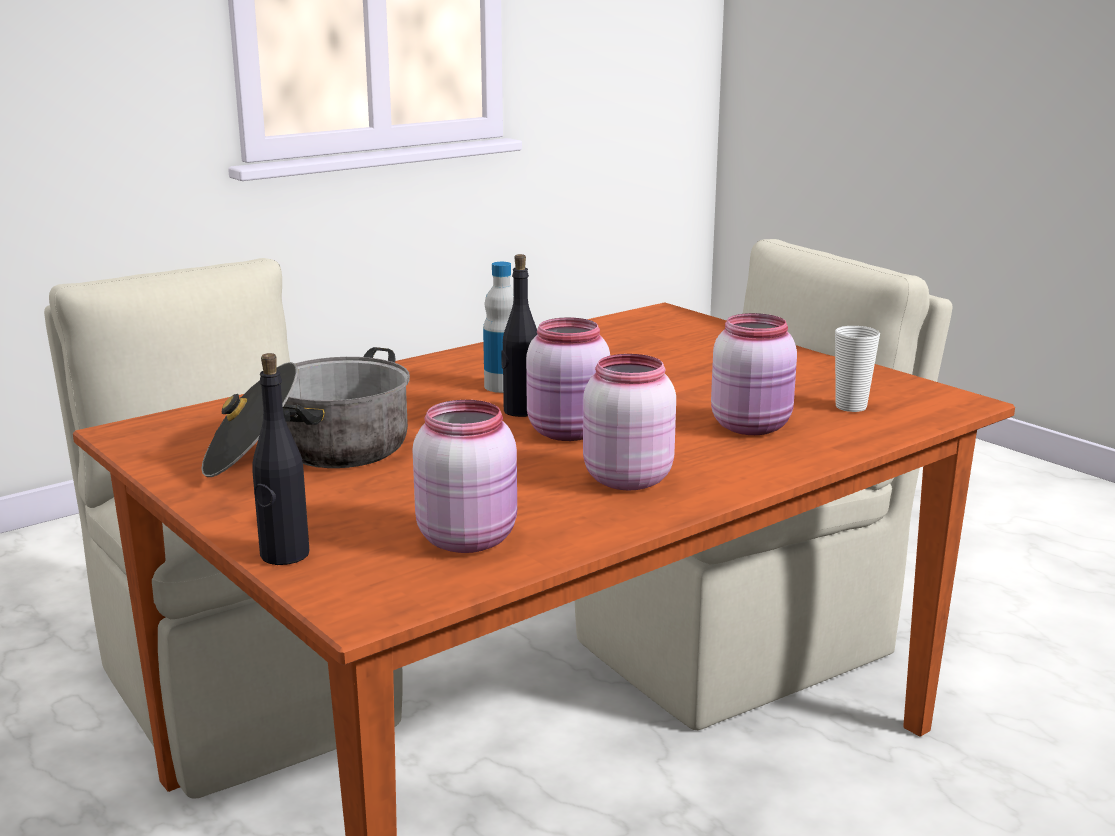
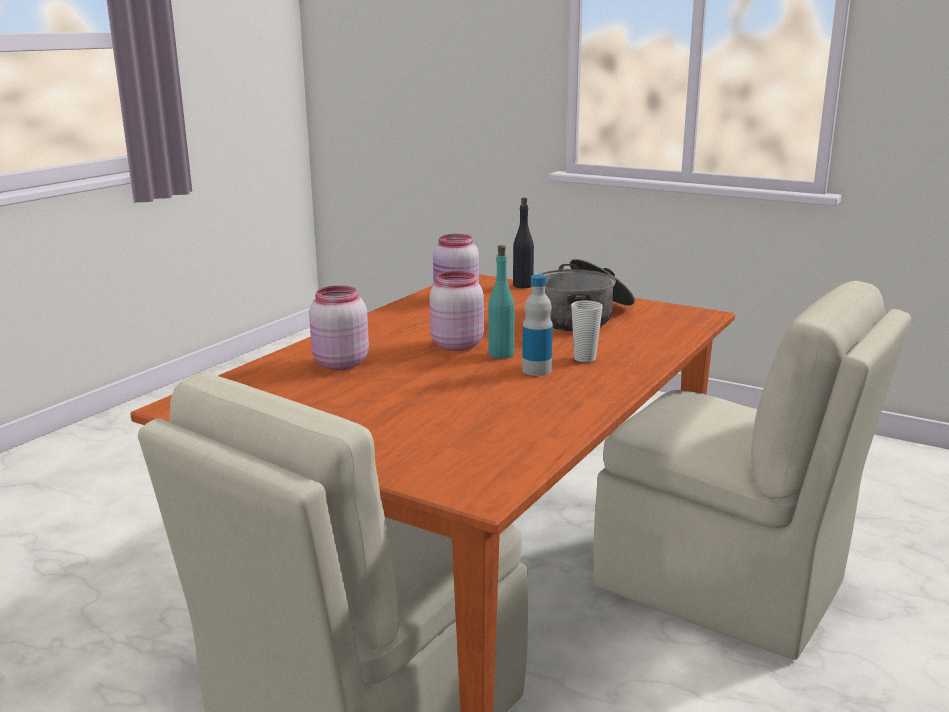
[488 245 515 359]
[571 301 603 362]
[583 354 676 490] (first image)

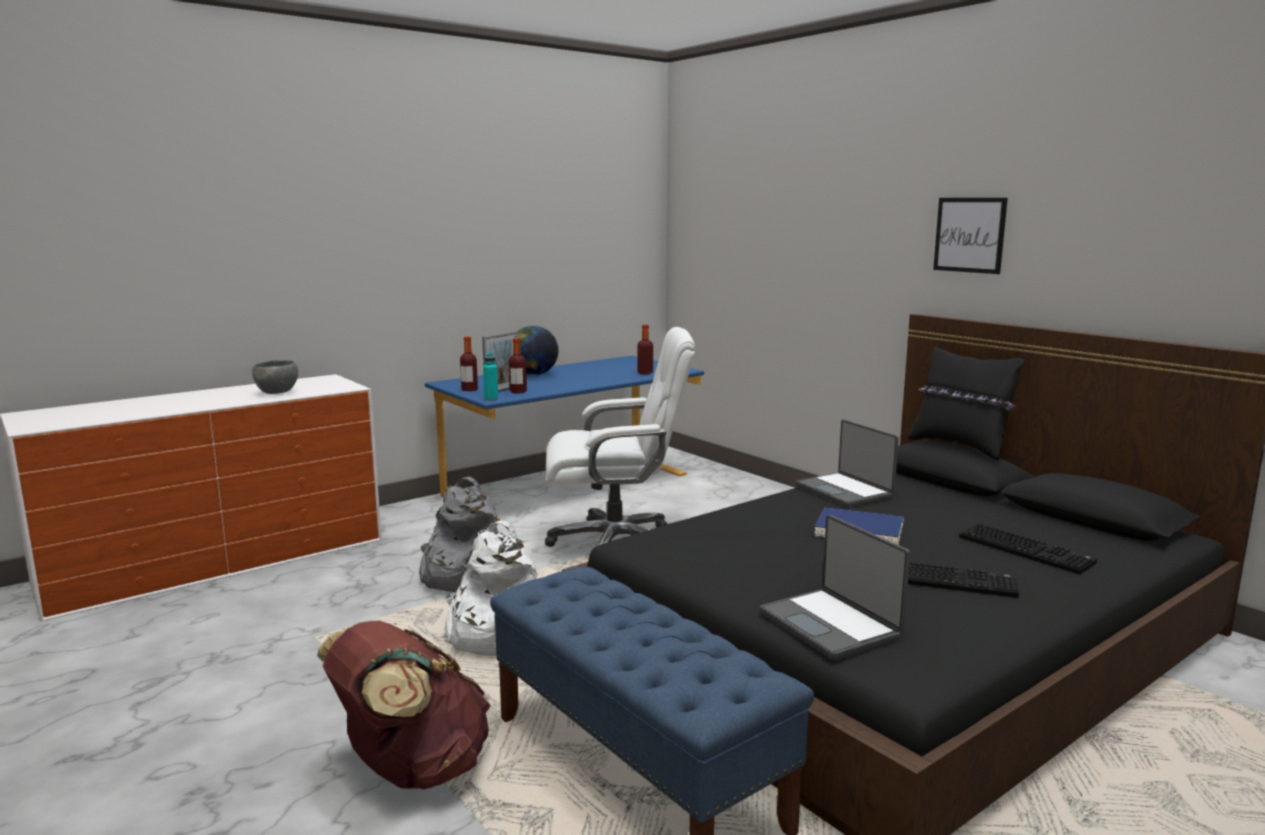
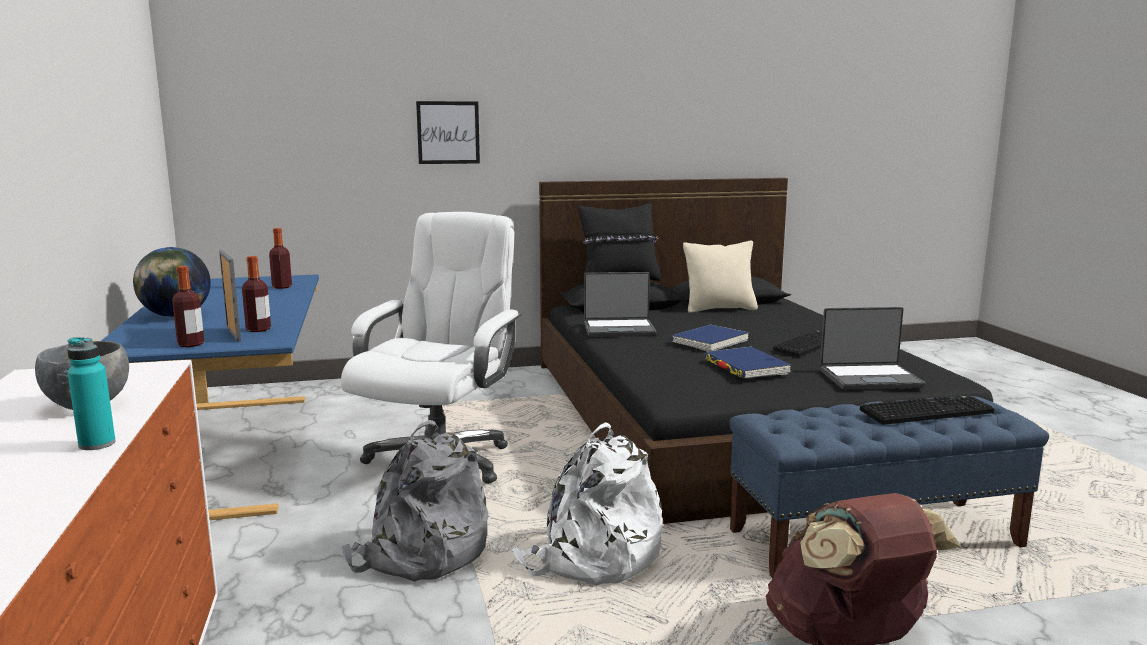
[67 337 116 450]
[416 101 480 164]
[683 241 758 313]
[705 347 791 379]
[860 395 994 425]

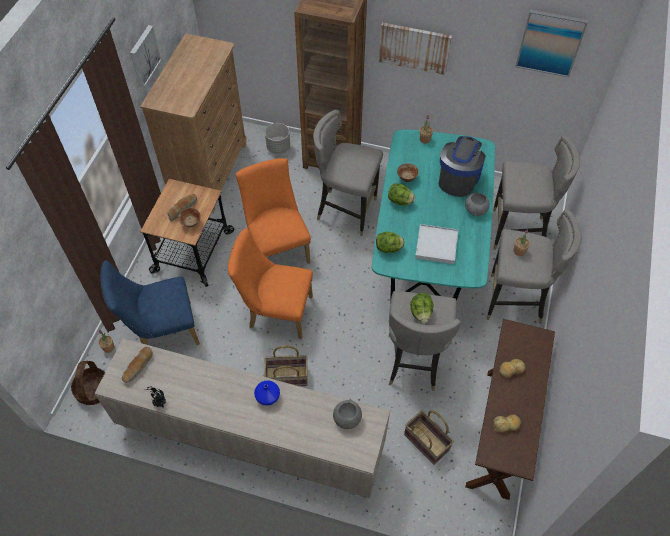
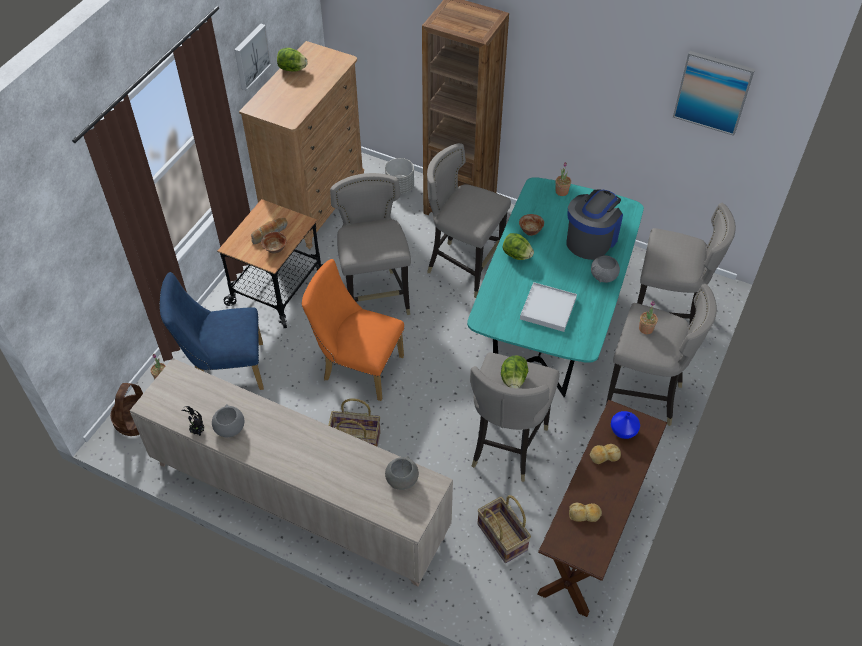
[212 404 244 437]
[277 48 307 72]
[330 173 411 315]
[611 411 640 439]
[122 347 153 383] (first image)
[379 23 452 75] (first image)

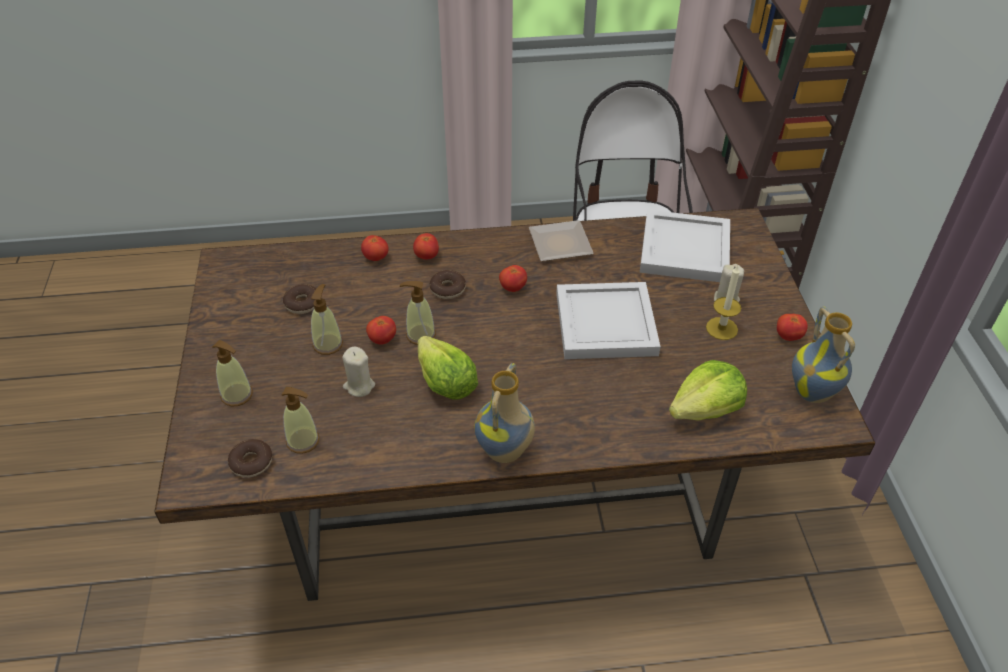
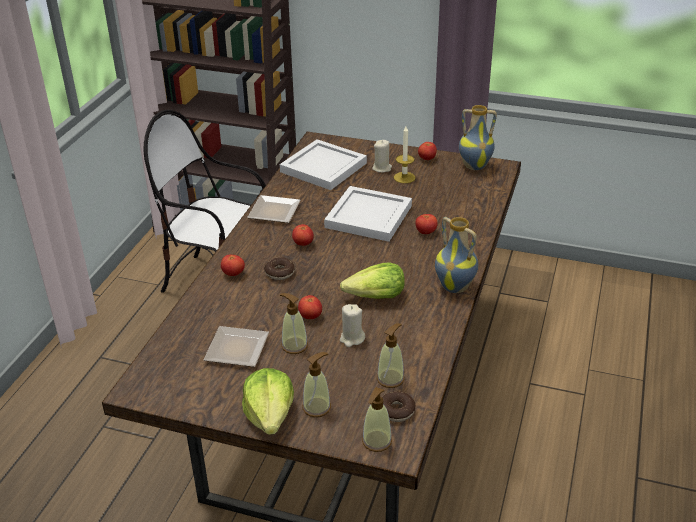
[203 326 269 367]
[242 368 294 435]
[362 387 392 452]
[415 214 438 234]

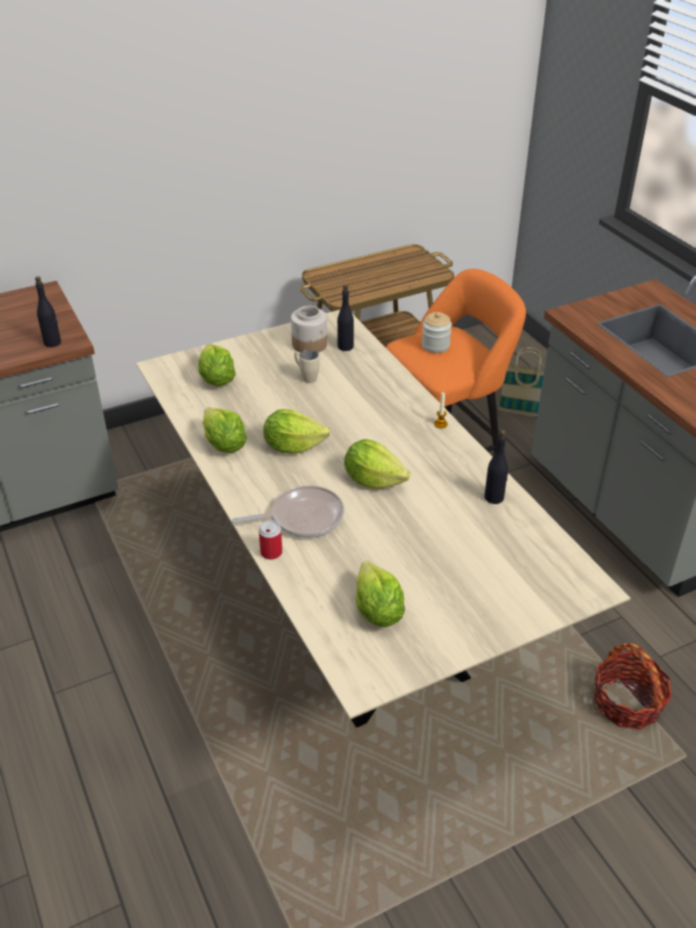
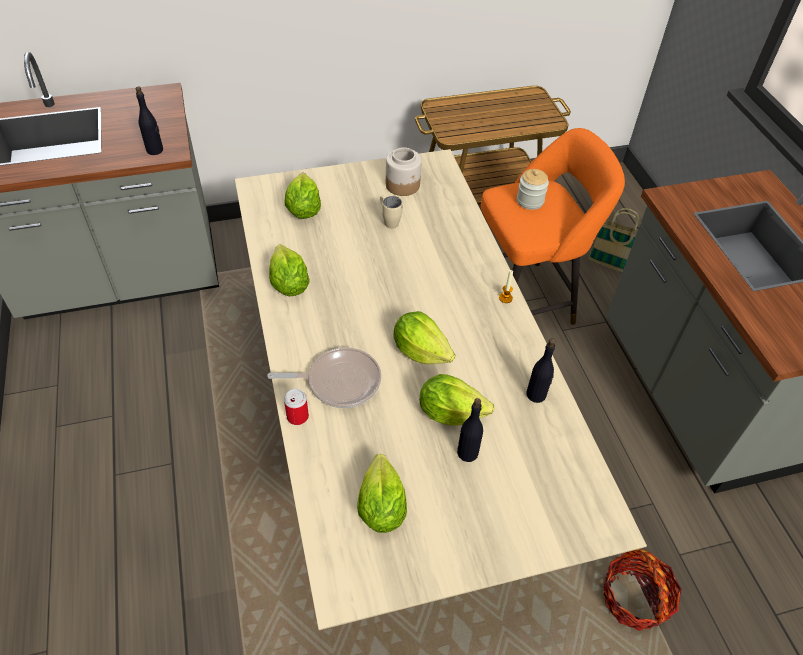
[420 374 494 426]
[457 398 483 462]

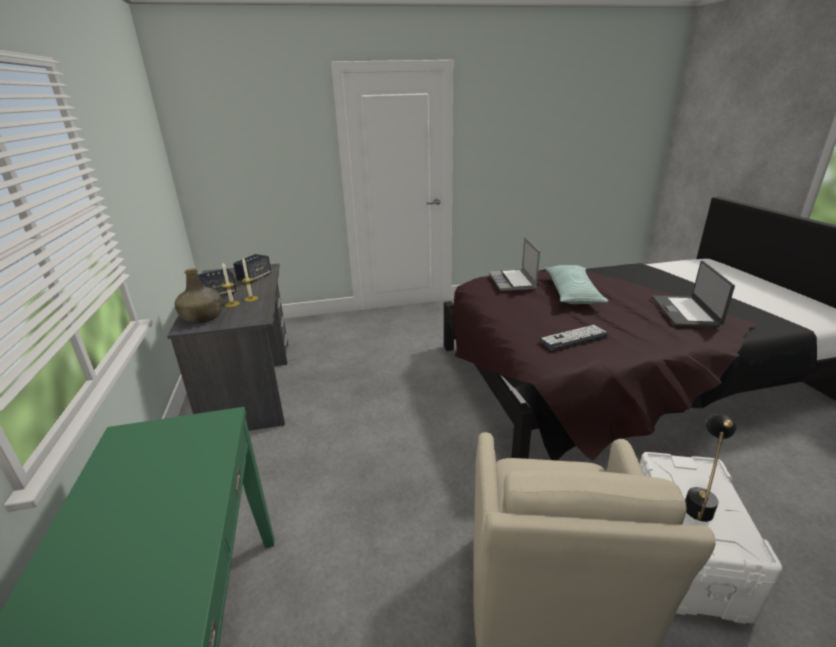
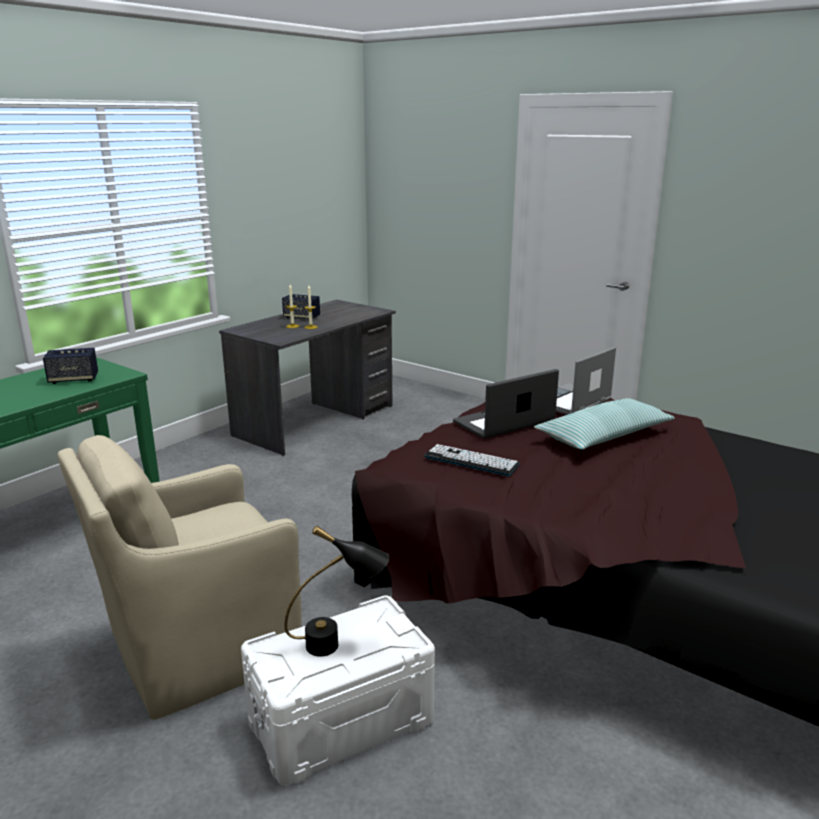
[43 348 98 384]
[453 369 559 439]
[174 268 222 323] (first image)

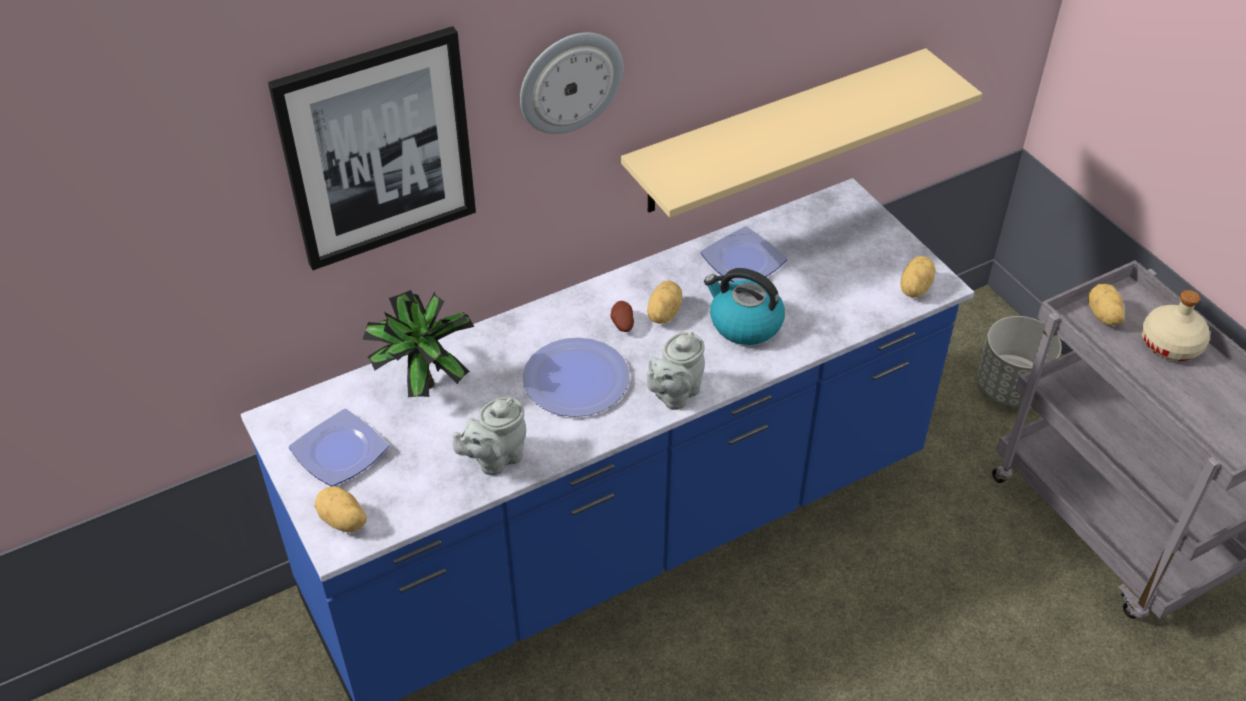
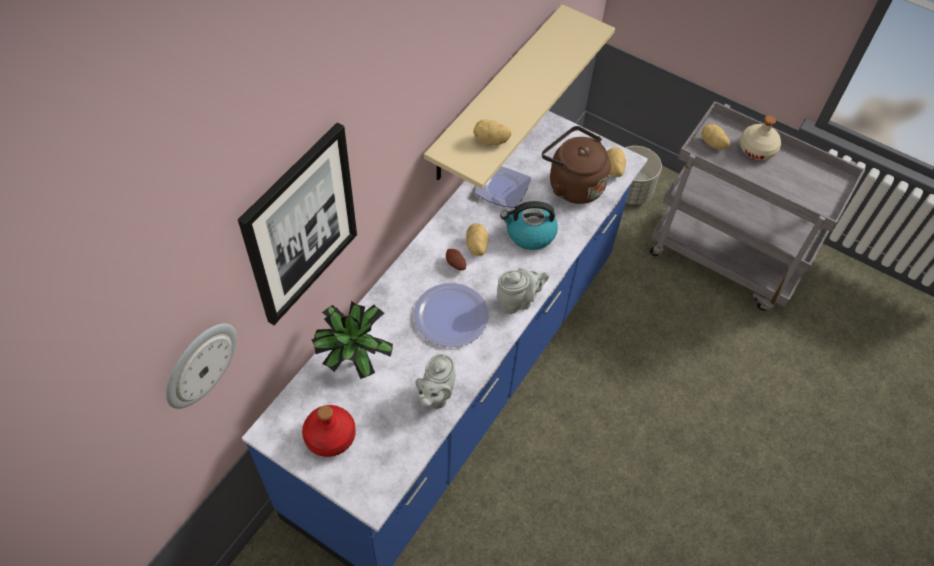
[166 323 237 409]
[302 405 356 457]
[473 119 511 145]
[497 268 550 314]
[542 126 611 204]

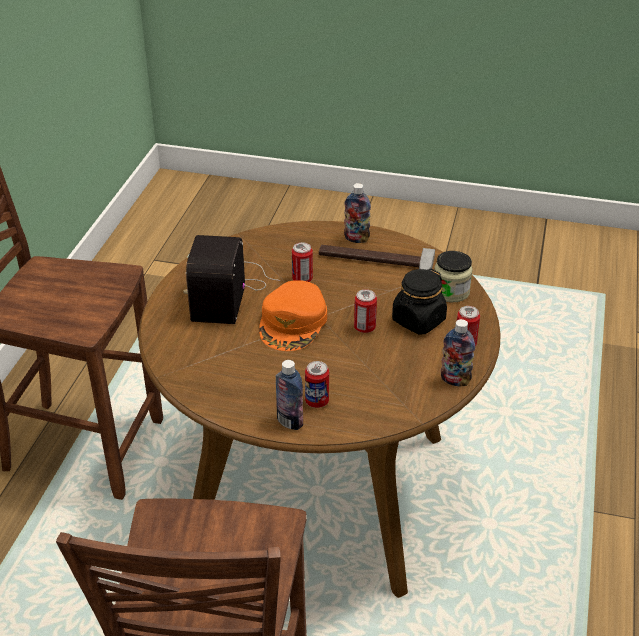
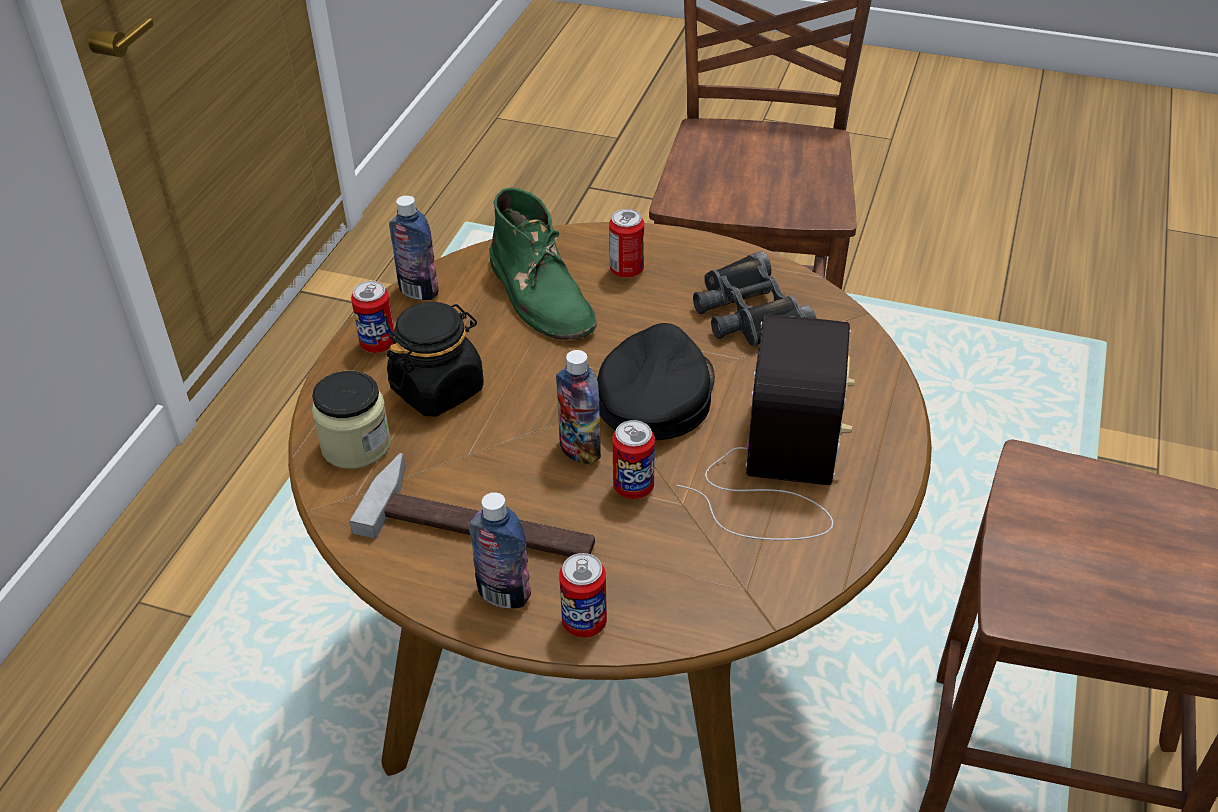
[490 187 596 340]
[556 350 601 465]
[559 553 607 638]
[597 323 715 440]
[693 251 817 346]

